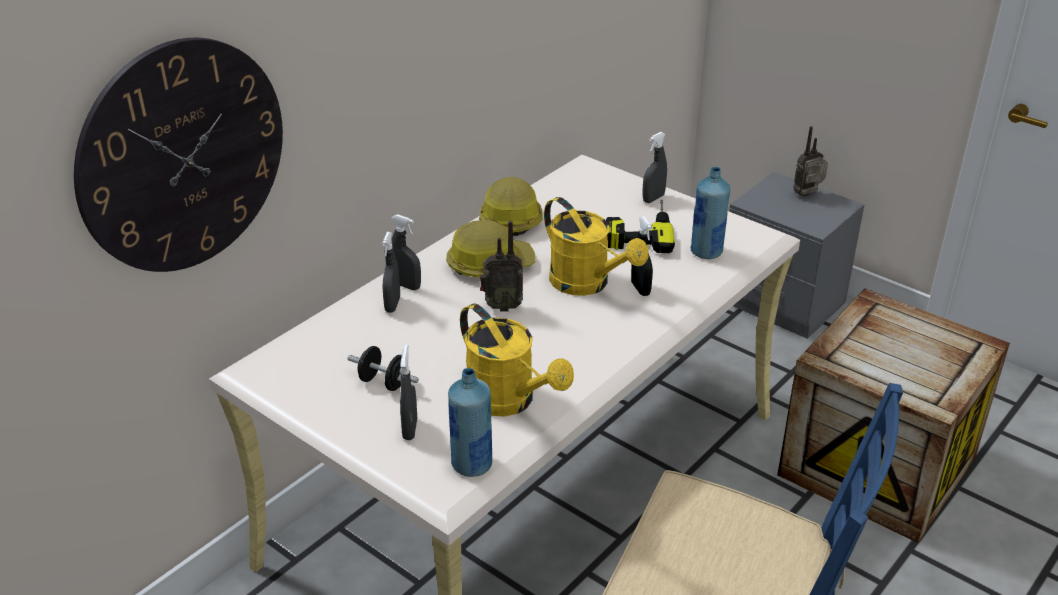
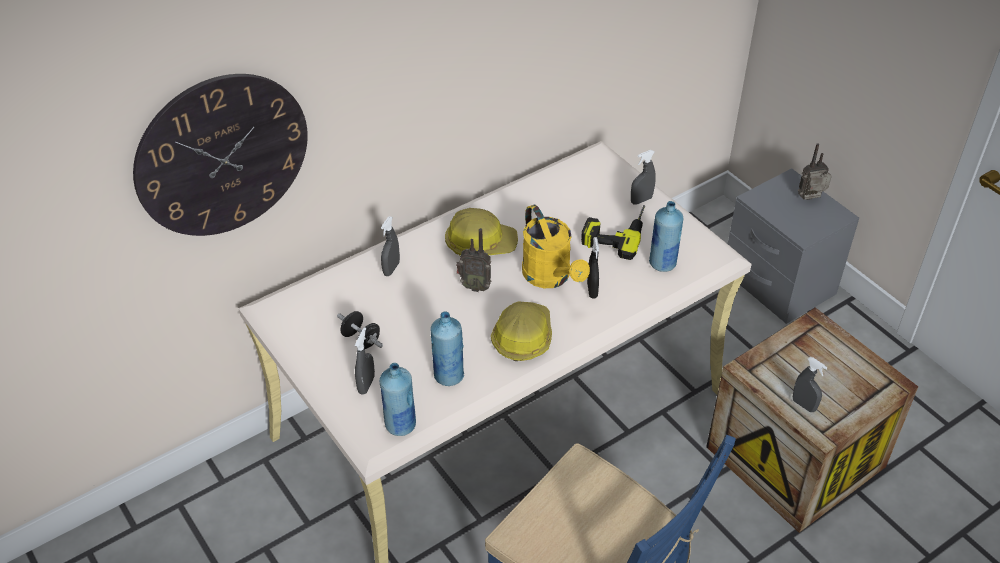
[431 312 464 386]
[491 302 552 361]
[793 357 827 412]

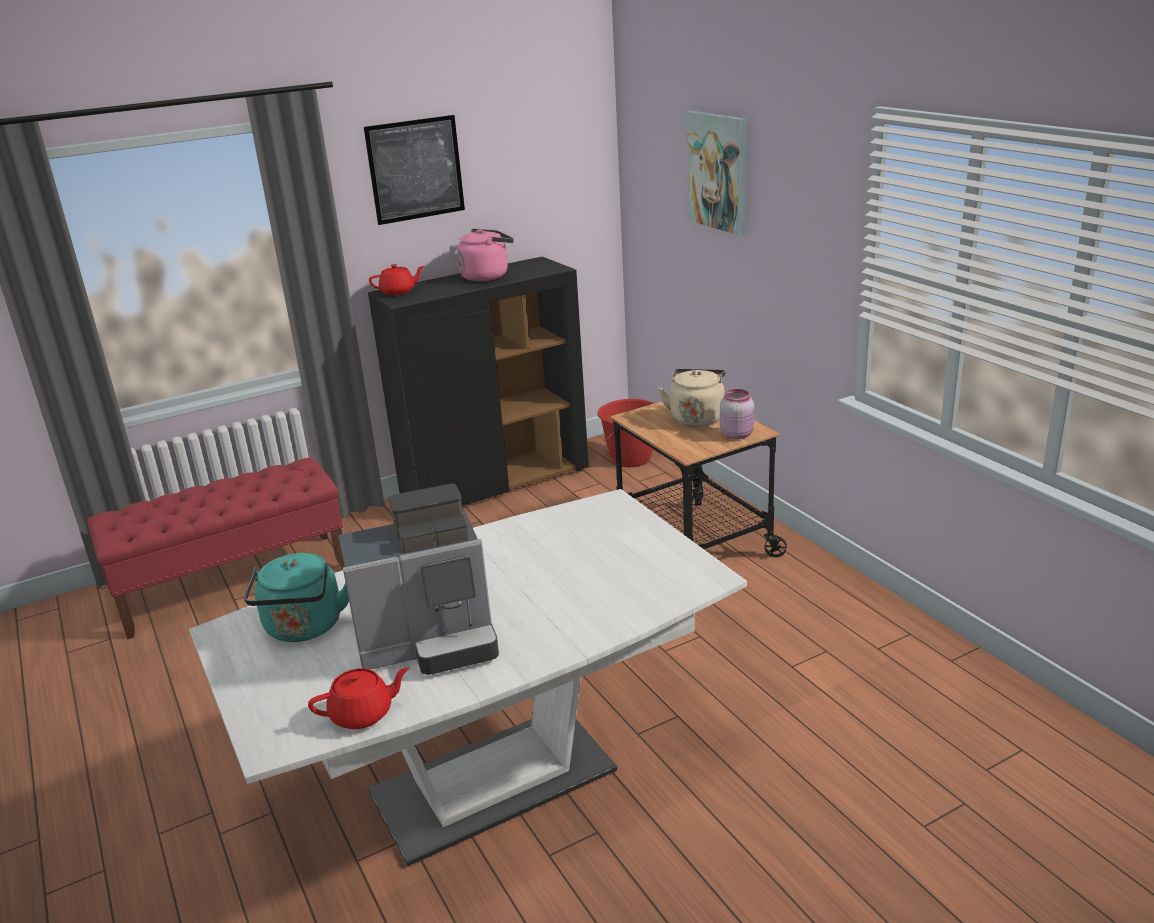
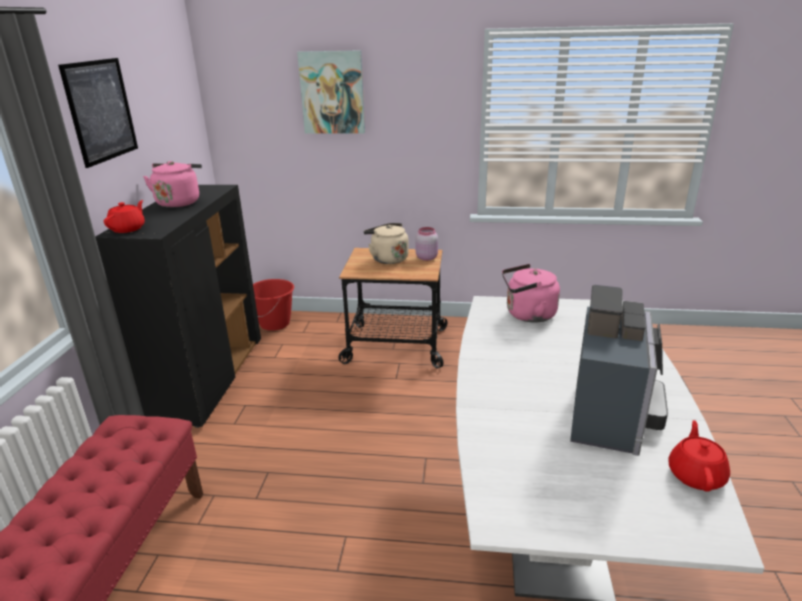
[502 264 560 323]
[244 553 349 642] (first image)

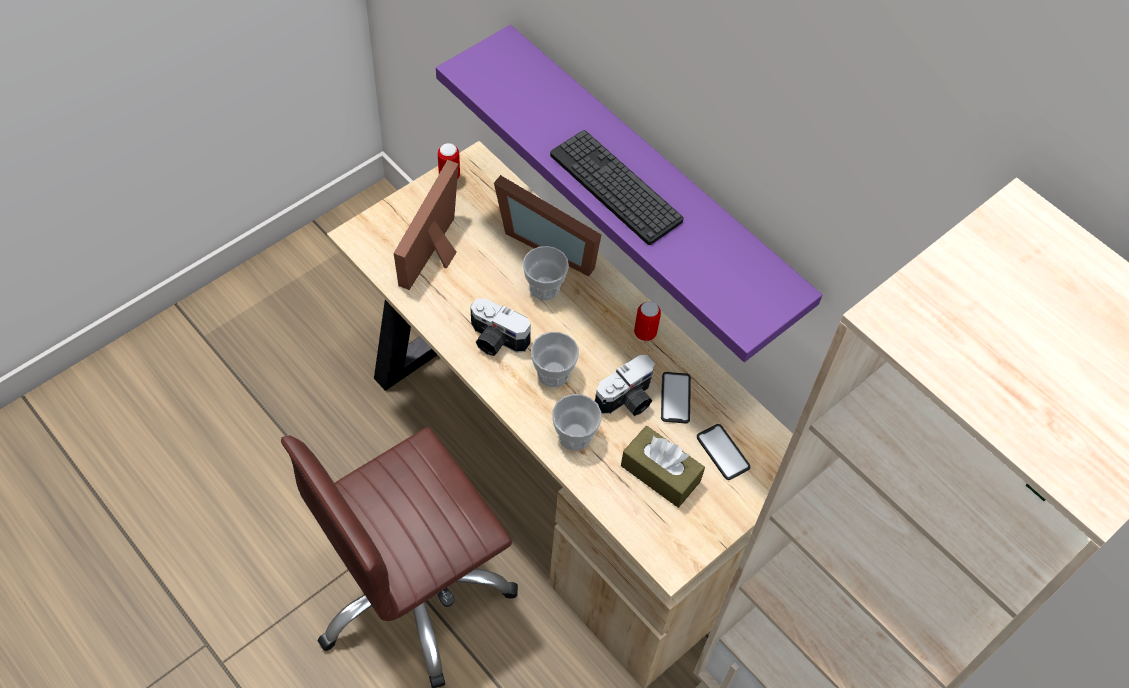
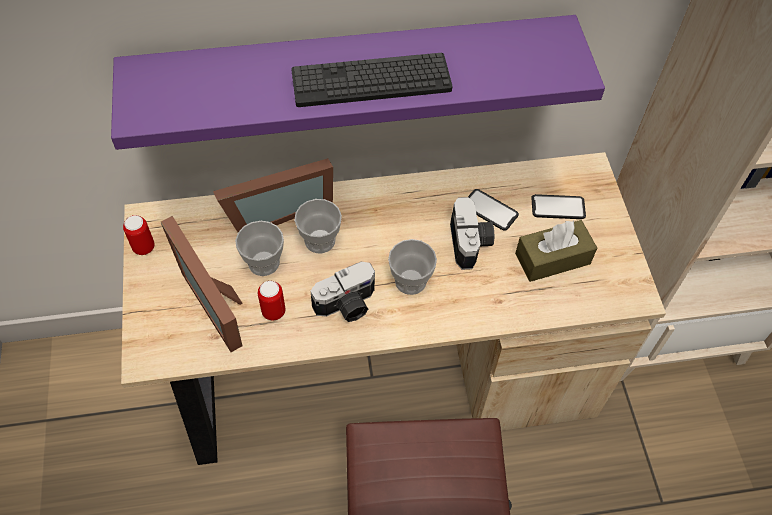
[235 221 284 276]
[258 281 286 320]

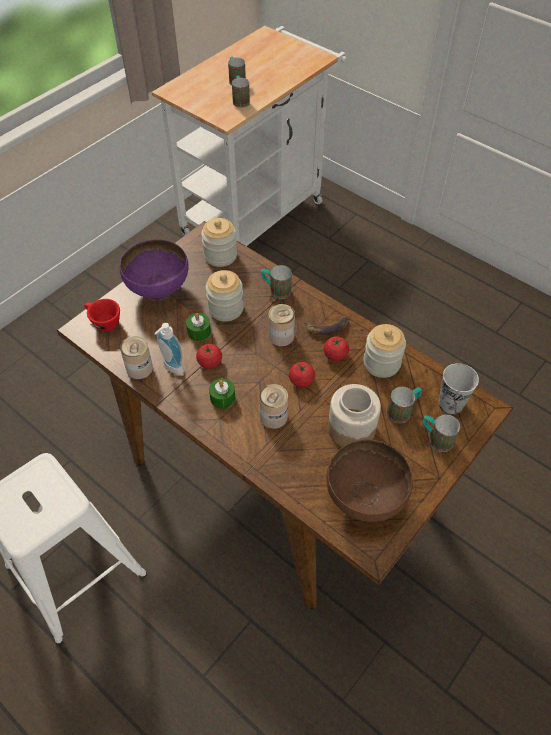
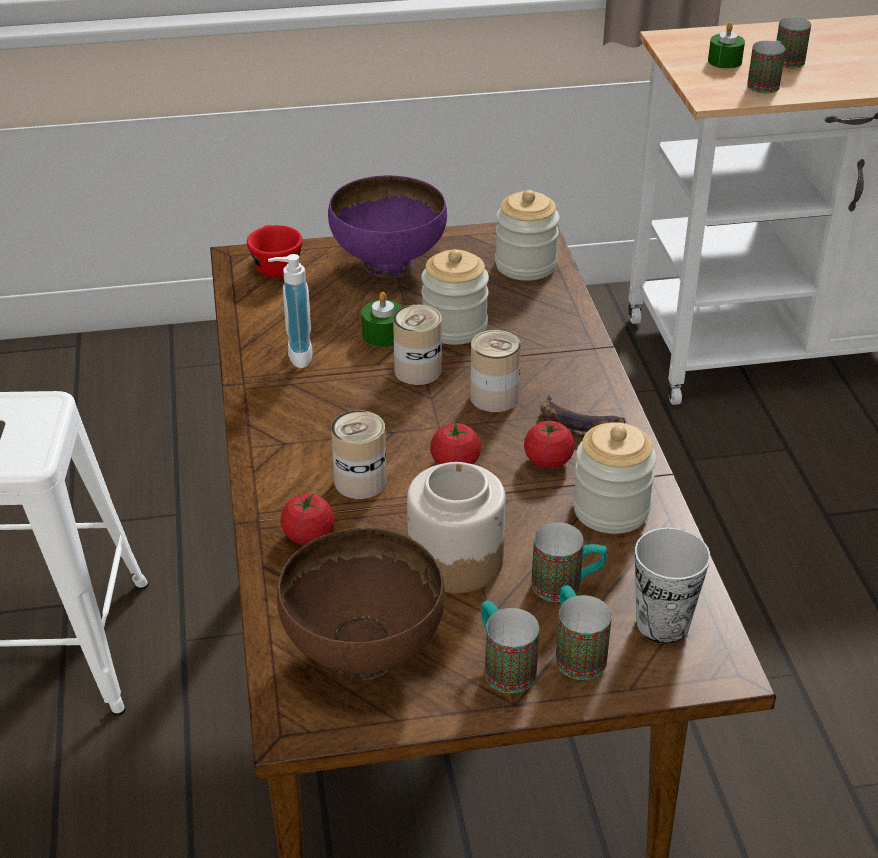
[280 493 335 545]
[393 305 442 385]
[481 601 539 693]
[708 22 745 69]

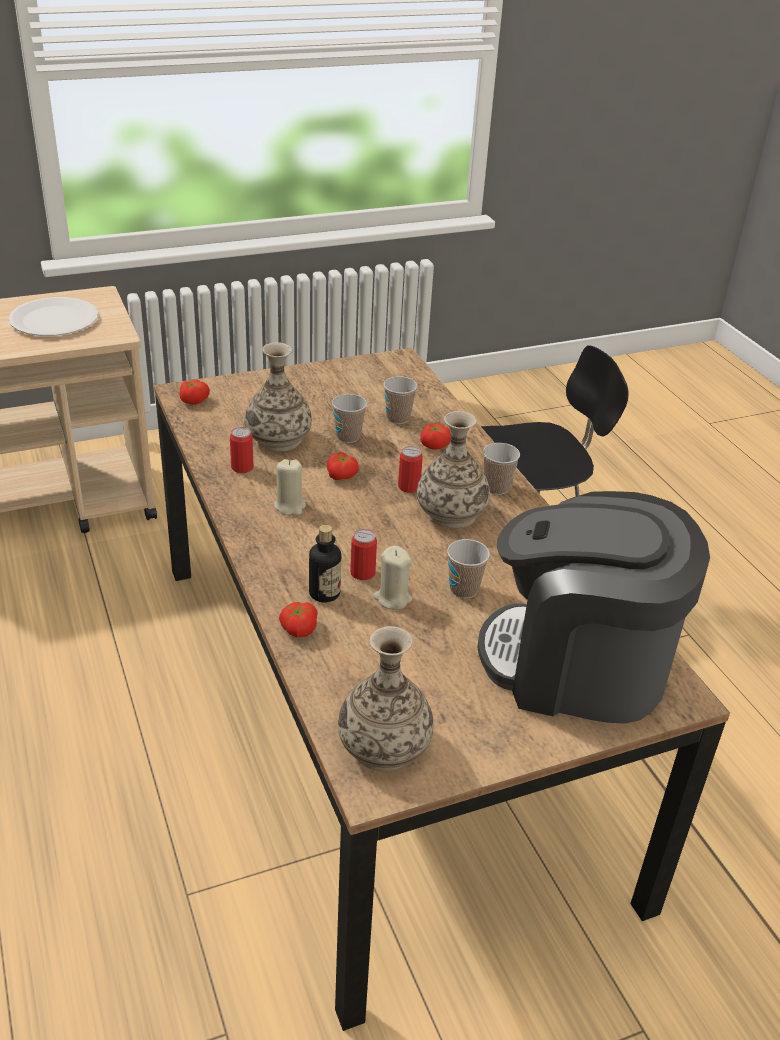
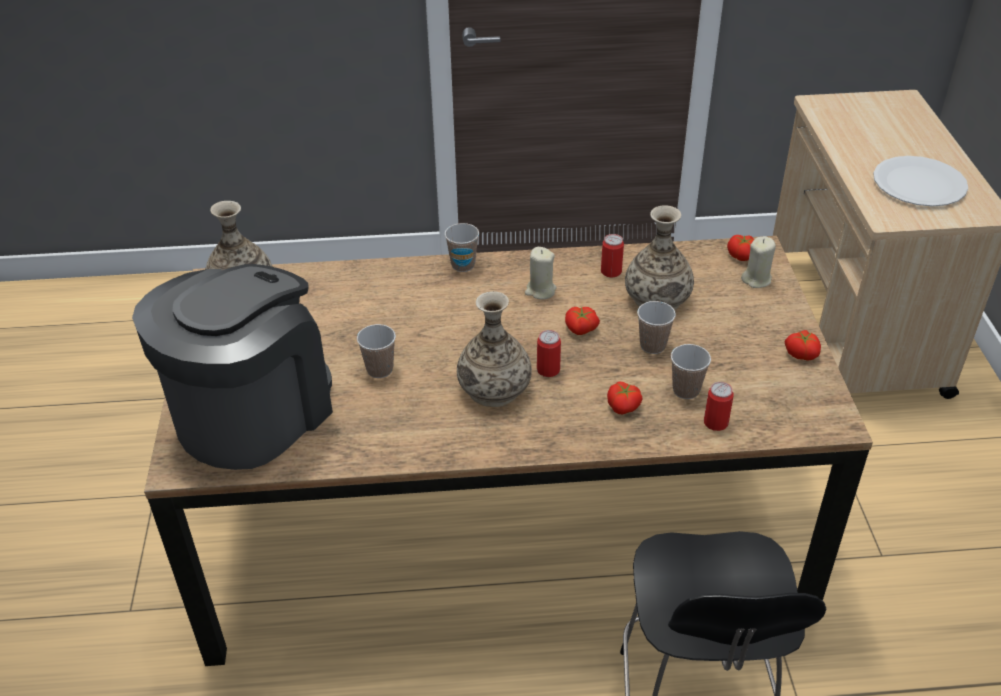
[445 223 479 272]
[704 382 734 431]
[741 236 776 288]
[785 330 821 361]
[309 525 341 602] (first image)

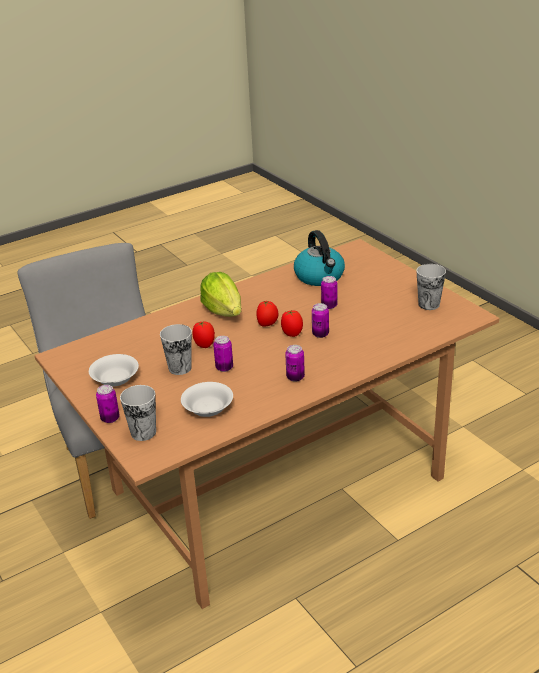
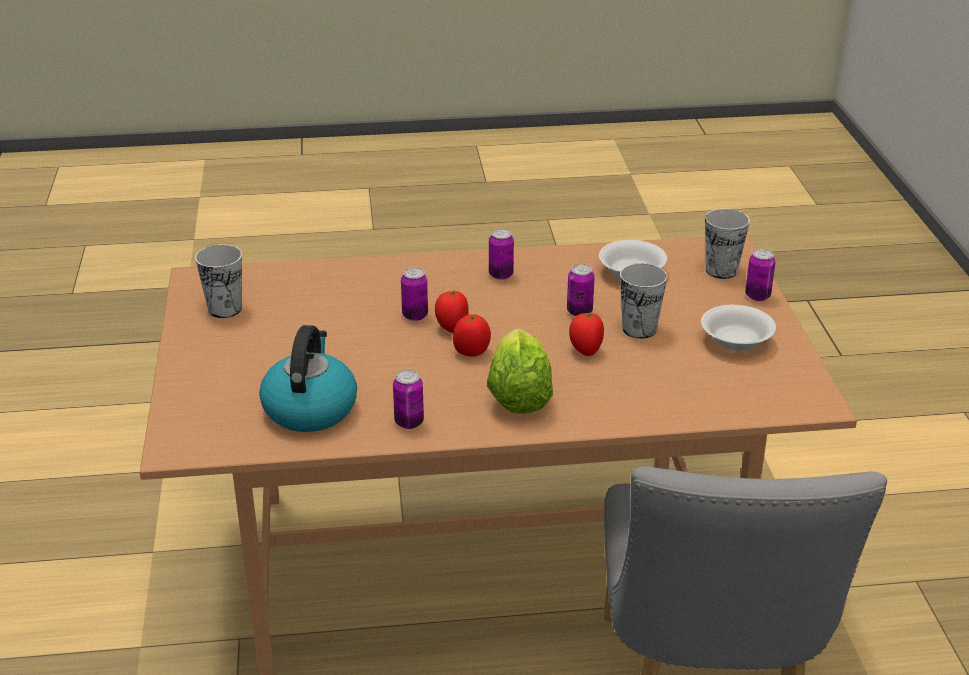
[393 370 424 429]

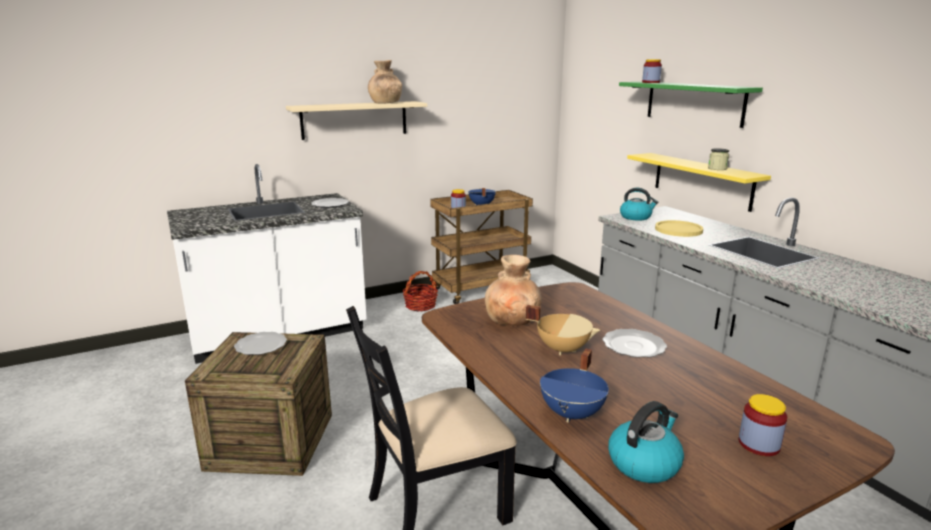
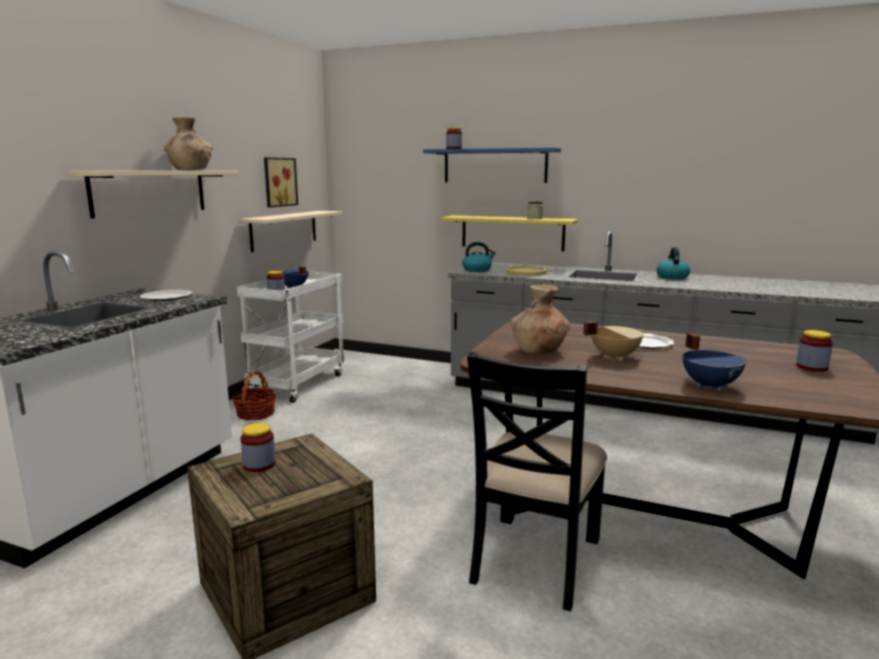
[237 271 345 403]
[240 211 343 252]
[241 423 276 472]
[264 157 298 208]
[423 148 561 183]
[657 247 690 280]

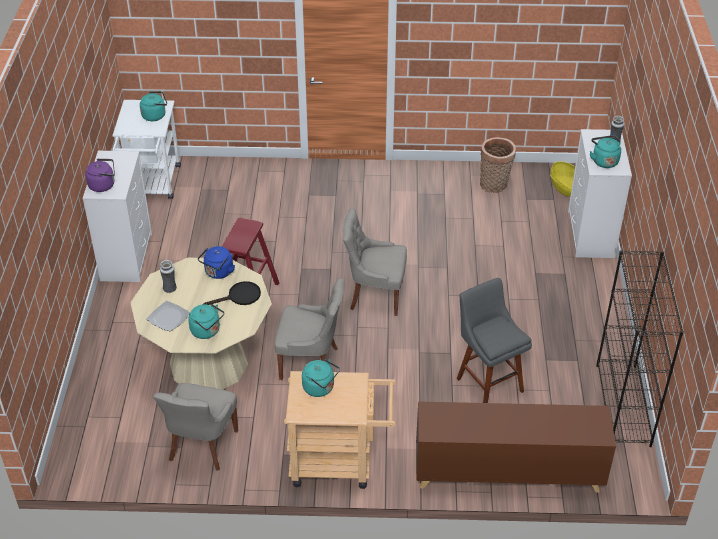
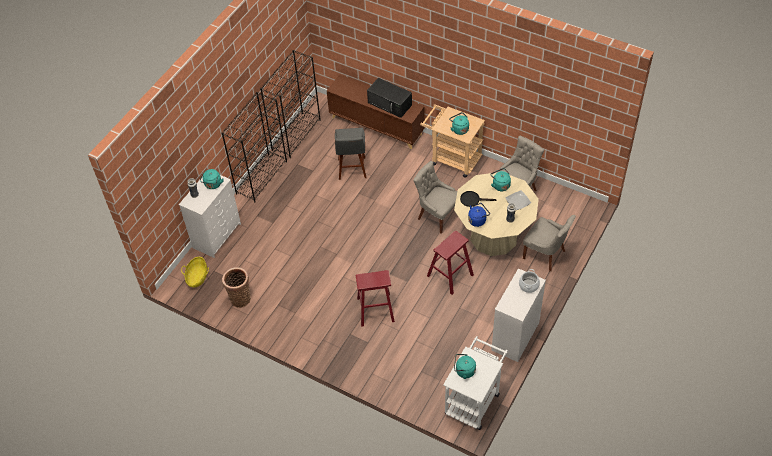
[221 92 287 202]
[356 270 395 327]
[367 78 412 118]
[519 269 540 293]
[523 215 576 271]

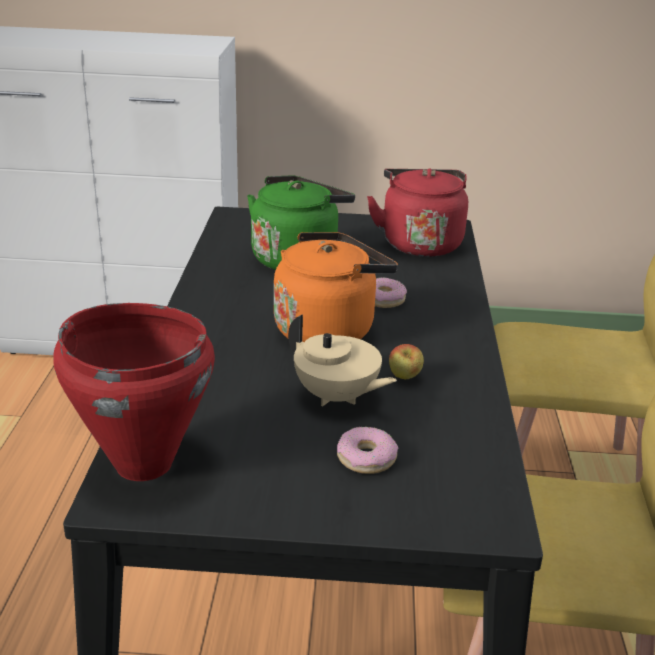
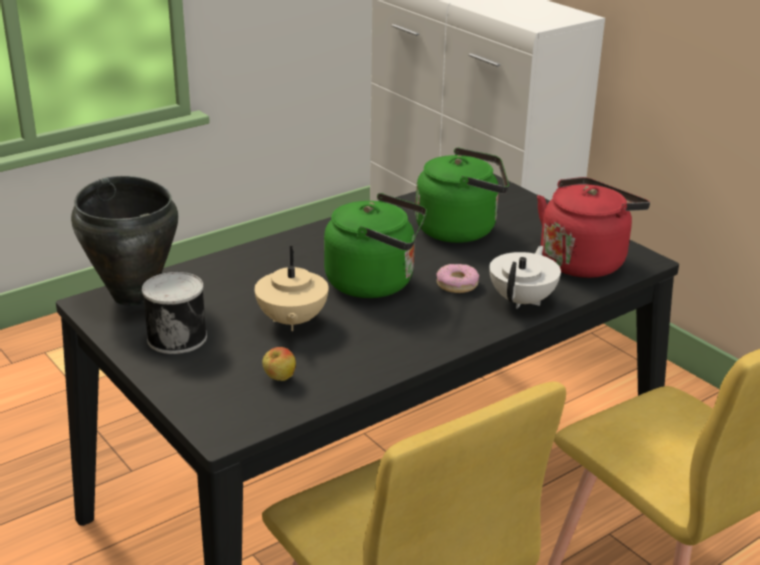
[71 176 178 306]
[142 272 207 354]
[262 347 296 381]
[324 193 427 298]
[489 246 561 309]
[337 427 398 474] (first image)

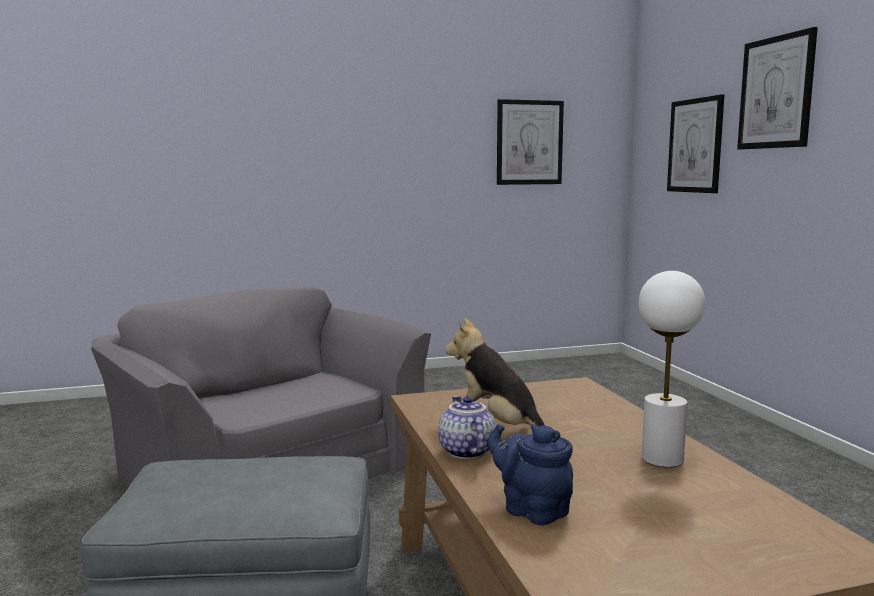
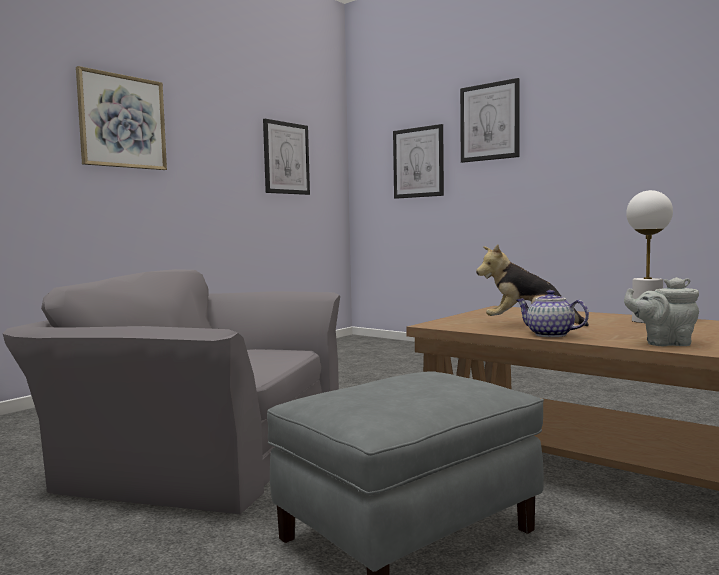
[76 66 167 170]
[624 277 699 346]

